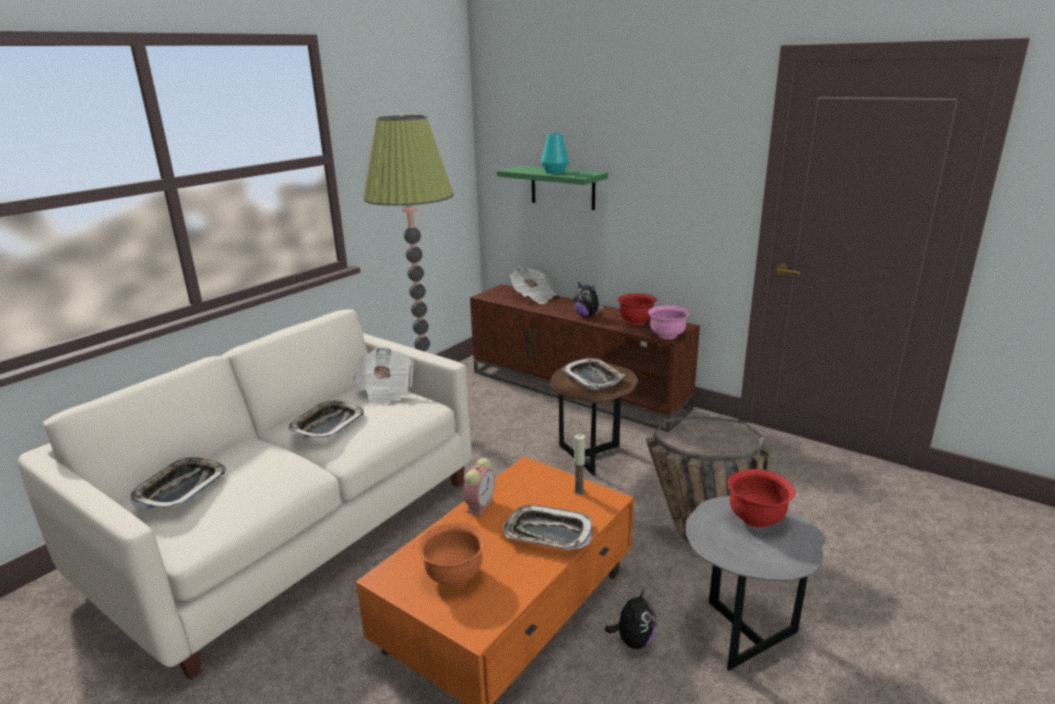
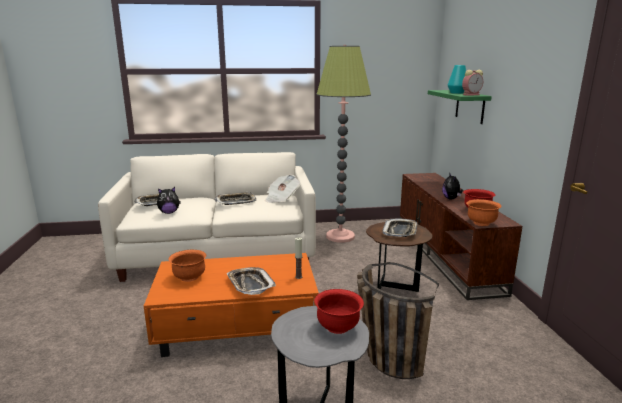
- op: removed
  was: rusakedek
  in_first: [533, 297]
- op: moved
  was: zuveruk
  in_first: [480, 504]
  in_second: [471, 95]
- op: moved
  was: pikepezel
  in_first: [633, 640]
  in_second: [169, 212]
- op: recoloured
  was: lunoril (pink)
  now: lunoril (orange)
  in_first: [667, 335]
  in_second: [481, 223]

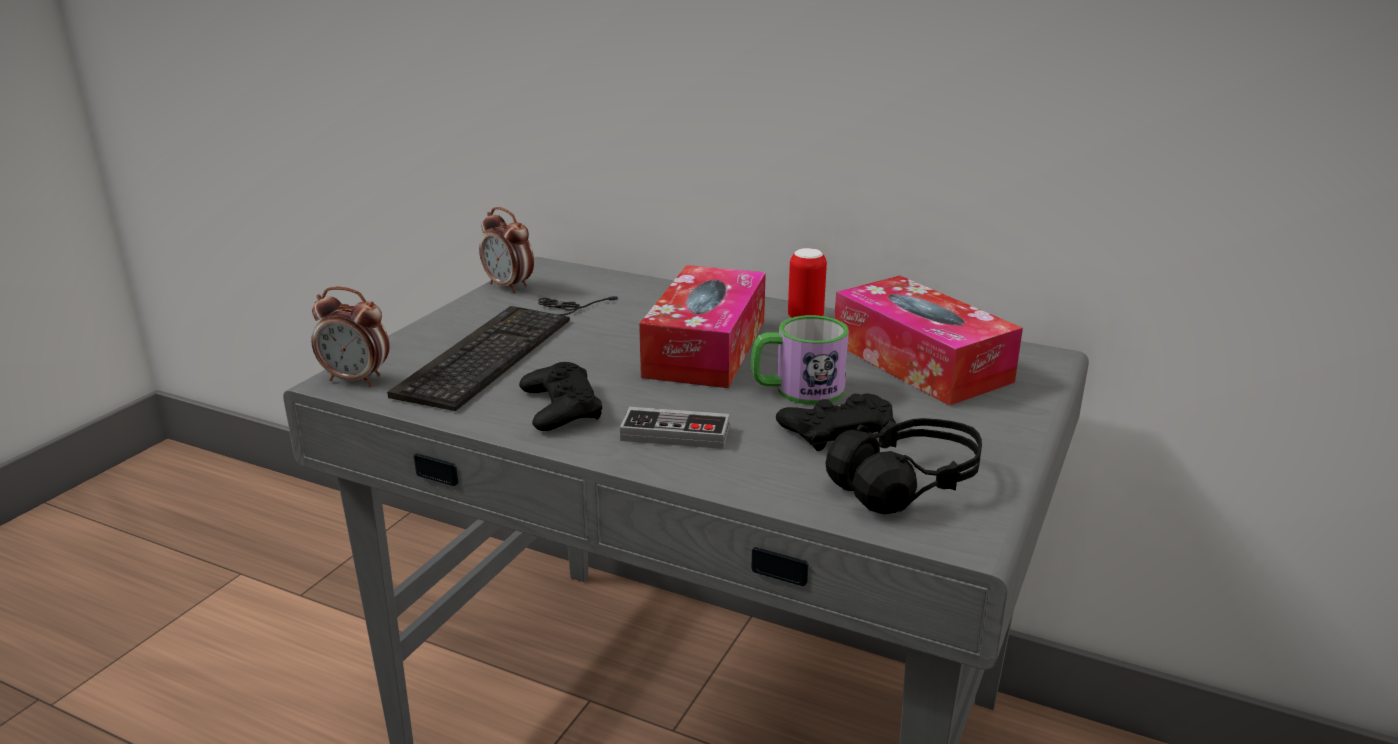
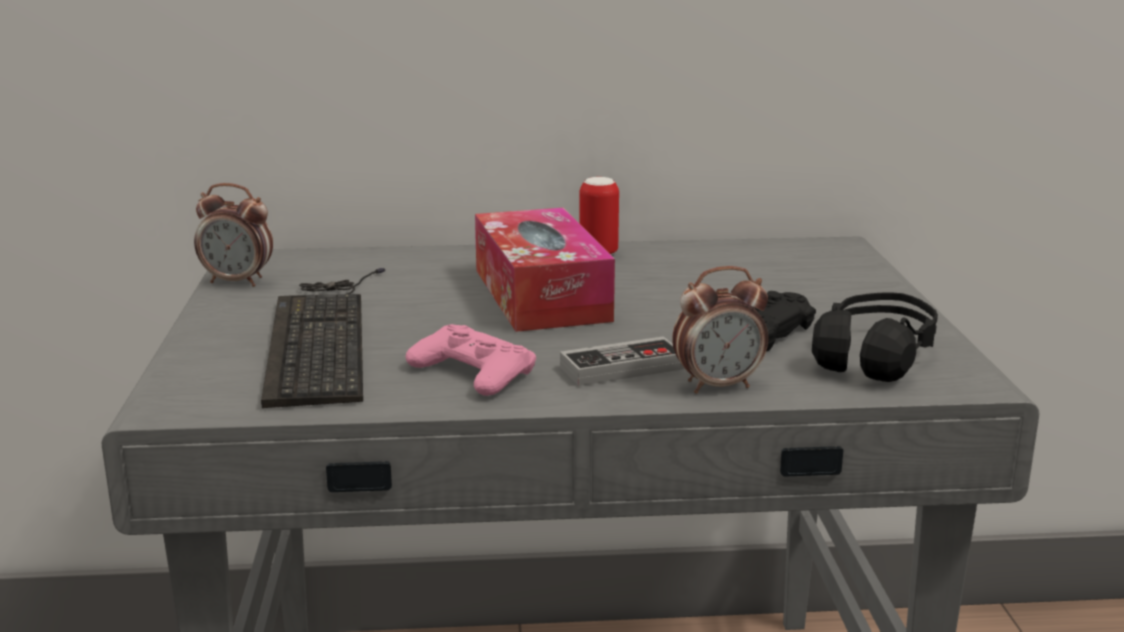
- op: removed
  was: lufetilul
  in_first: [797, 390]
- op: removed
  was: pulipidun
  in_first: [920, 362]
- op: moved
  was: zuveruk
  in_first: [357, 380]
  in_second: [718, 386]
- op: recoloured
  was: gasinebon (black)
  now: gasinebon (pink)
  in_first: [560, 407]
  in_second: [472, 373]

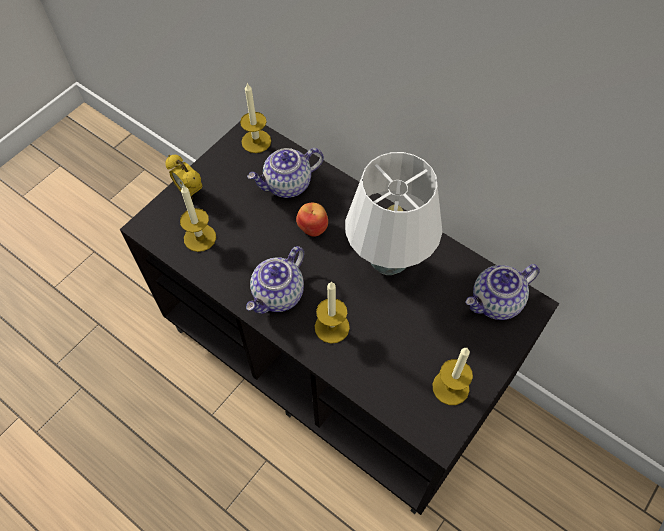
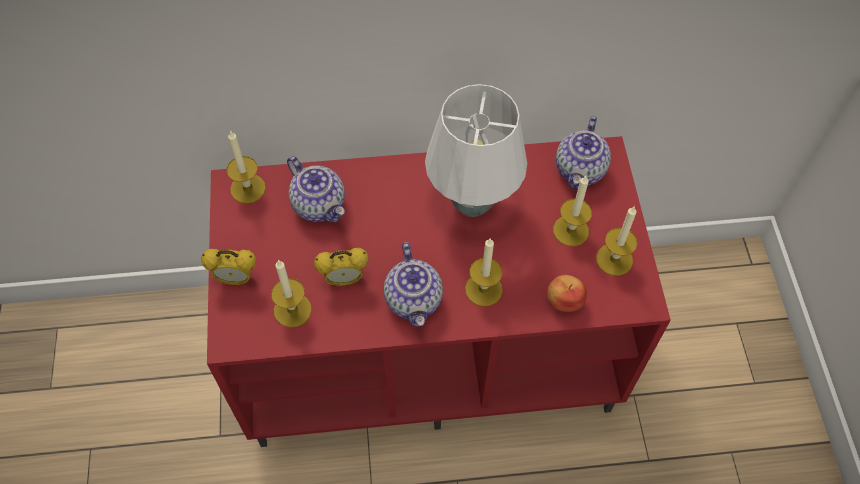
- op: added
  now: zuveruk
  in_second: [344, 279]
- op: added
  now: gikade
  in_second: [570, 230]
- op: moved
  was: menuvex
  in_first: [313, 227]
  in_second: [564, 301]
- op: recoloured
  was: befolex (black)
  now: befolex (red)
  in_first: [336, 360]
  in_second: [431, 348]
- op: turned
  was: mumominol
  in_first: [287, 185]
  in_second: [320, 205]
  clockwise: -60

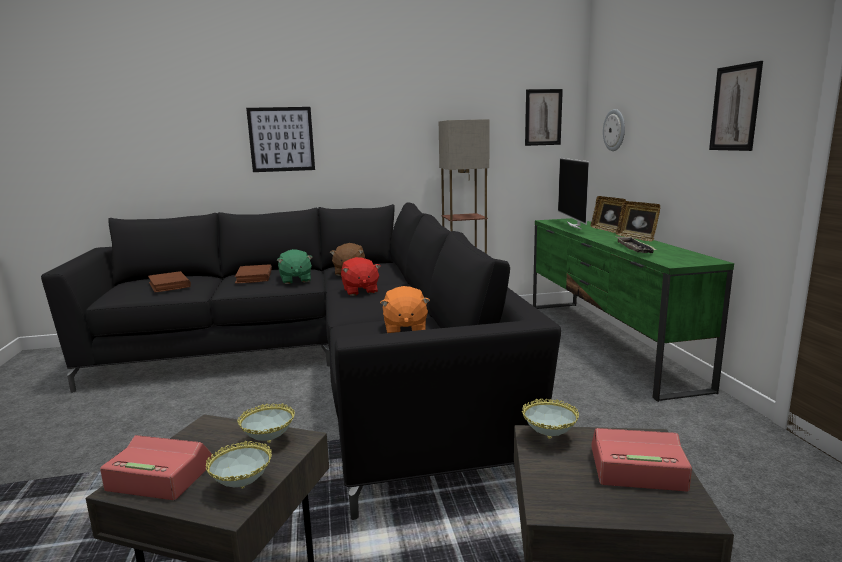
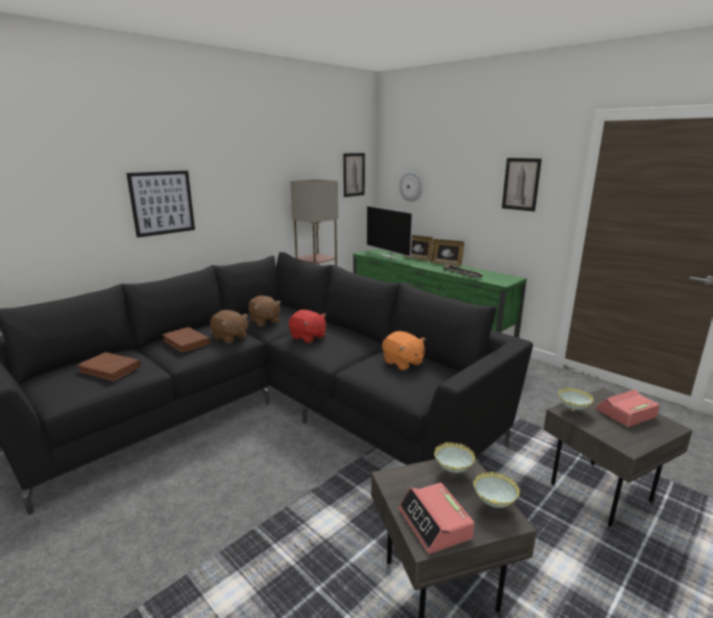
- op: recoloured
  was: pikepezel (green)
  now: pikepezel (brown)
  in_first: [295, 280]
  in_second: [230, 337]
- op: turned
  was: zuveruk
  in_first: [160, 476]
  in_second: [435, 524]
  clockwise: -90

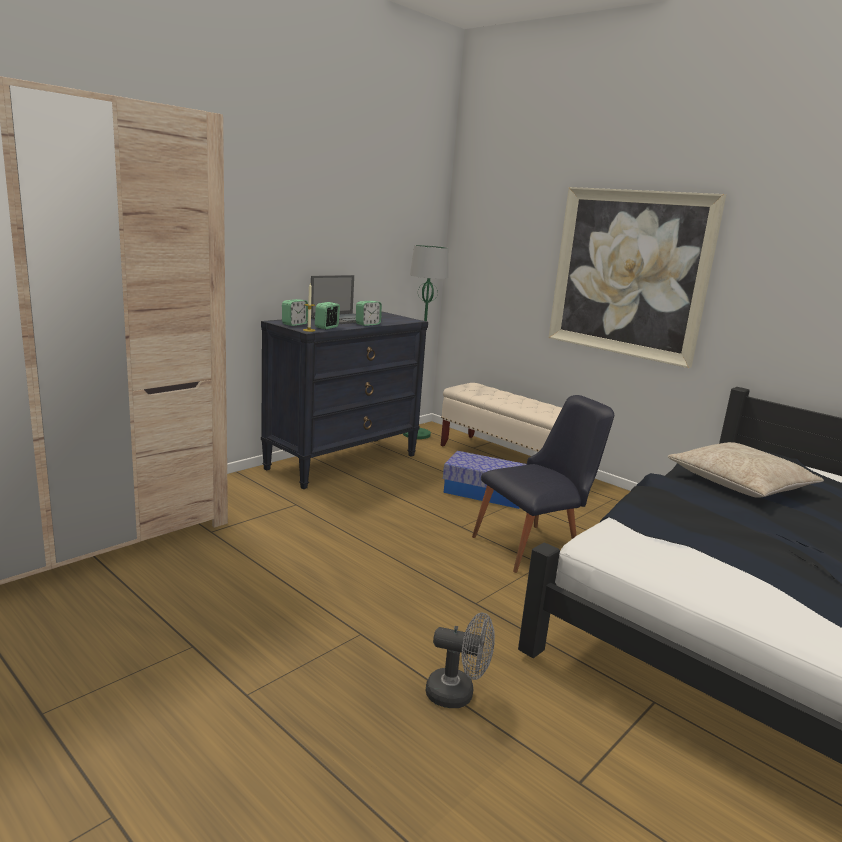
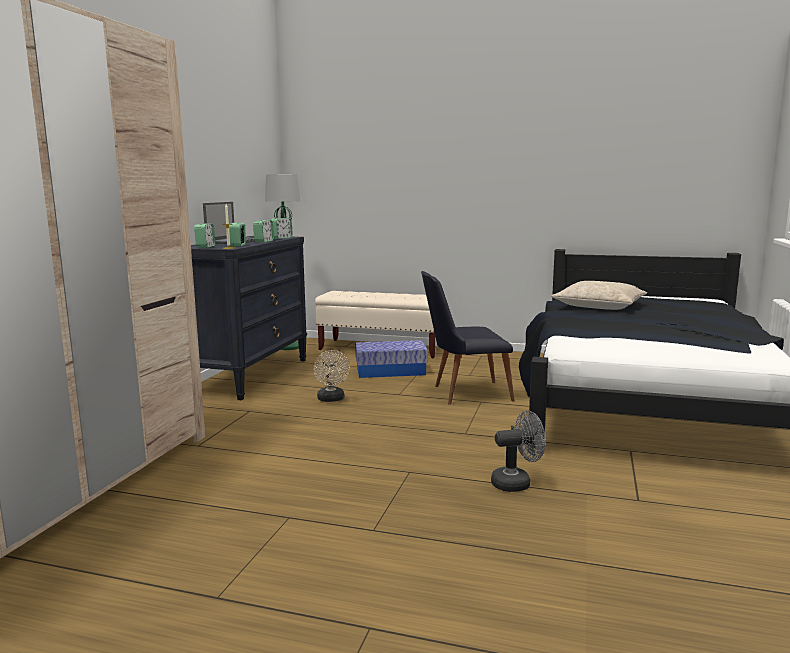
- op: removed
  was: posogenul
  in_first: [629, 273]
- op: added
  now: zuveruk
  in_second: [281, 238]
- op: added
  now: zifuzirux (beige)
  in_second: [331, 399]
- op: turned
  was: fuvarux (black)
  in_first: [535, 546]
  in_second: [464, 393]
  clockwise: -135

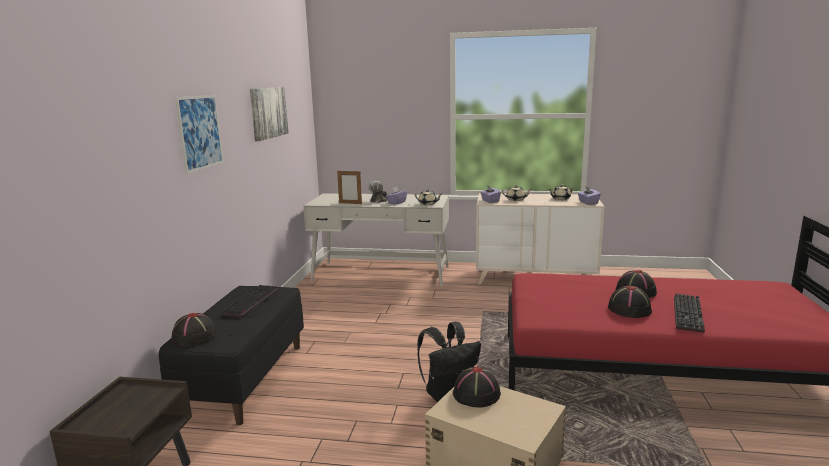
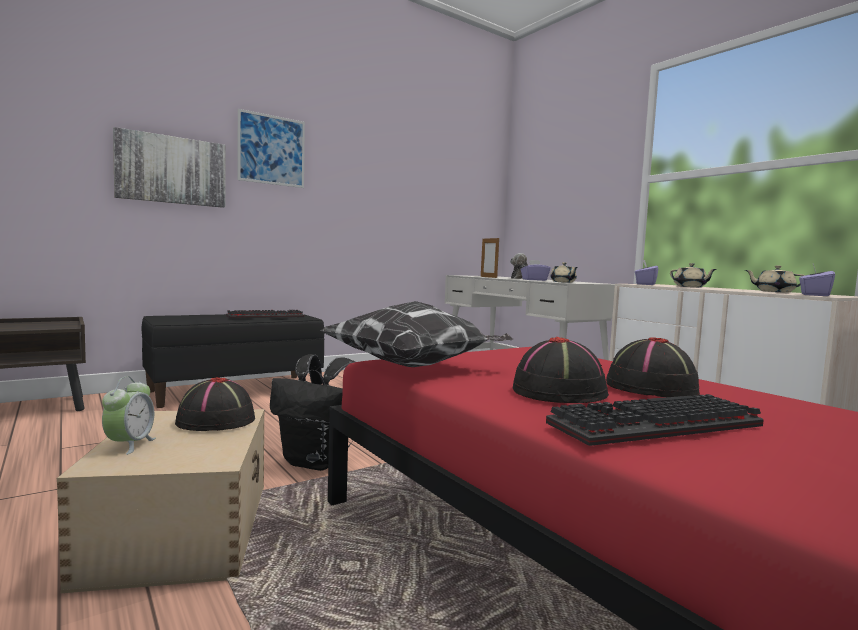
- op: removed
  was: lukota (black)
  in_first: [194, 337]
- op: added
  now: zuveruk
  in_second: [129, 445]
- op: added
  now: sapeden
  in_second: [415, 367]
- op: moved
  was: posogenul
  in_first: [268, 112]
  in_second: [171, 170]

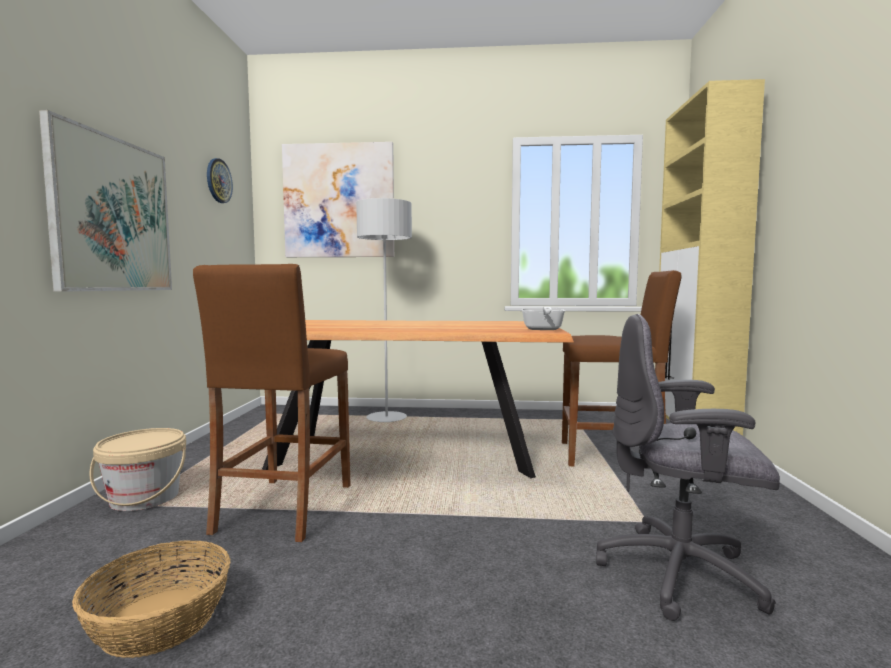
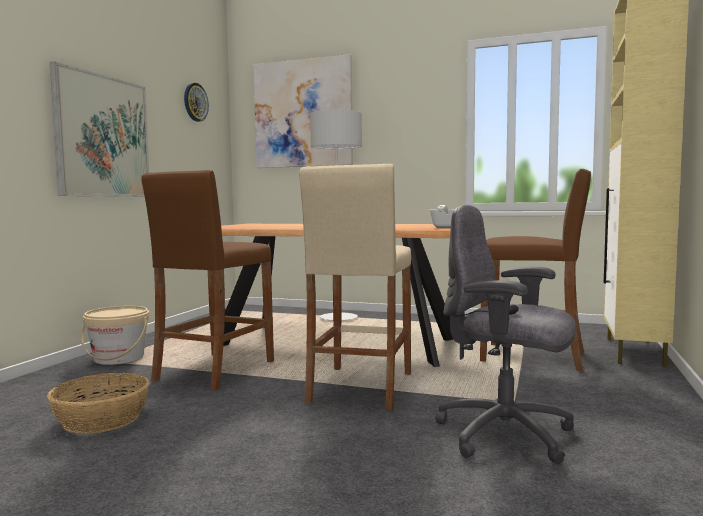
- op: added
  now: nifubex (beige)
  in_second: [360, 387]

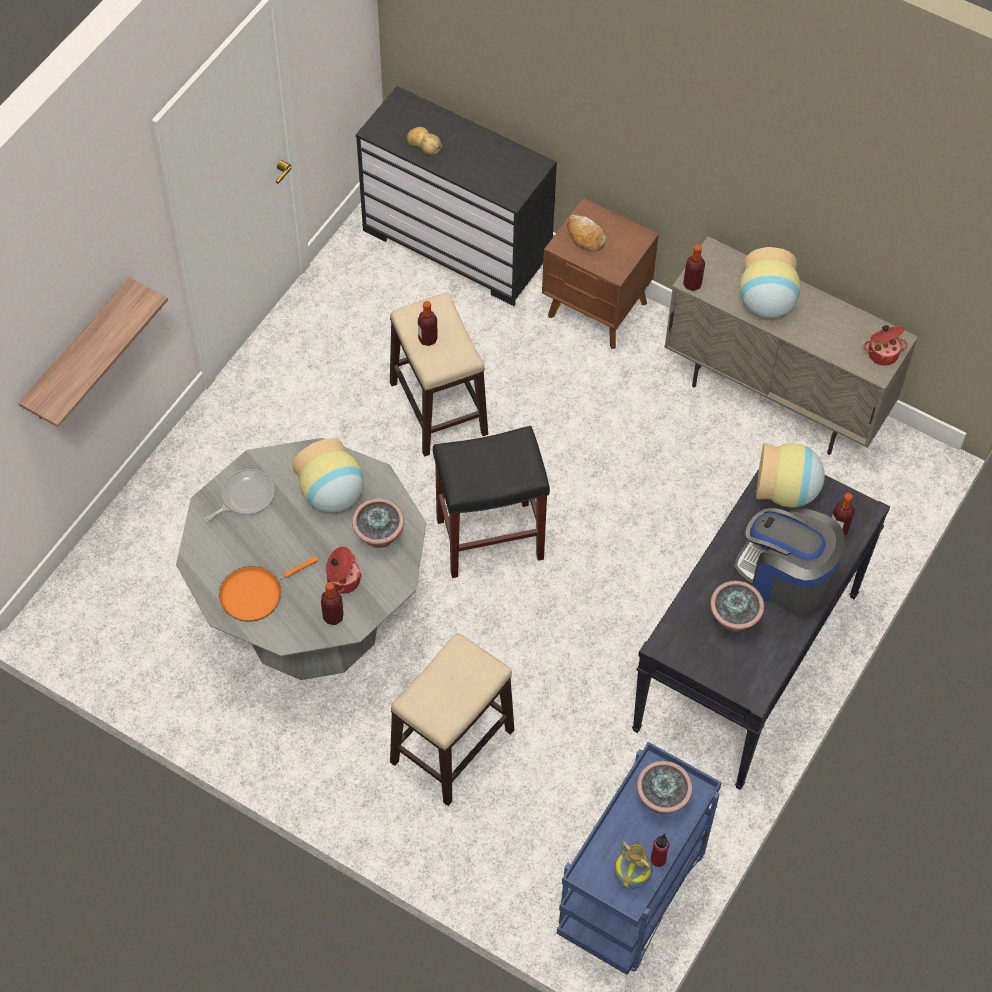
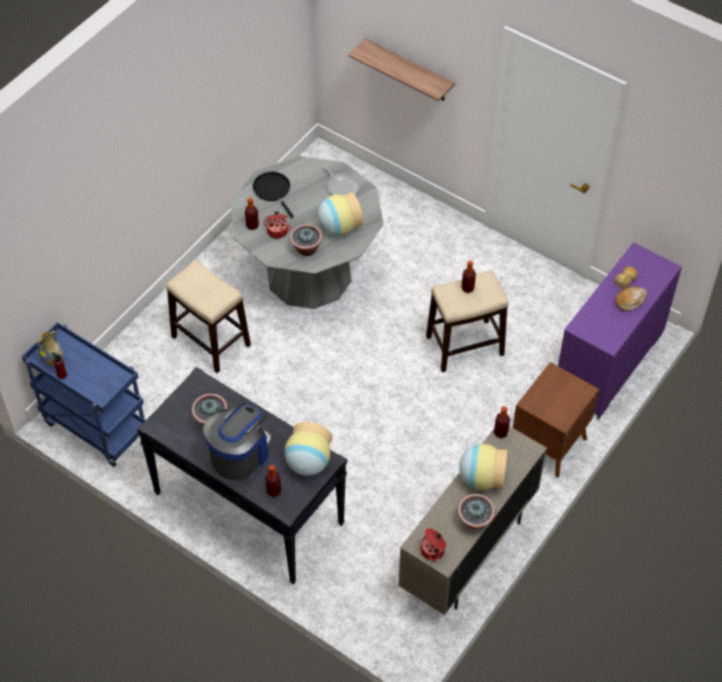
- op: removed
  was: nifubex (black)
  in_first: [491, 538]
- op: moved
  was: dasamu
  in_first: [584, 237]
  in_second: [630, 301]
- op: moved
  was: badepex
  in_first: [662, 799]
  in_second: [475, 521]
- op: recoloured
  was: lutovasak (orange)
  now: lutovasak (black)
  in_first: [255, 594]
  in_second: [273, 190]
- op: recoloured
  was: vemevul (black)
  now: vemevul (purple)
  in_first: [457, 243]
  in_second: [609, 364]

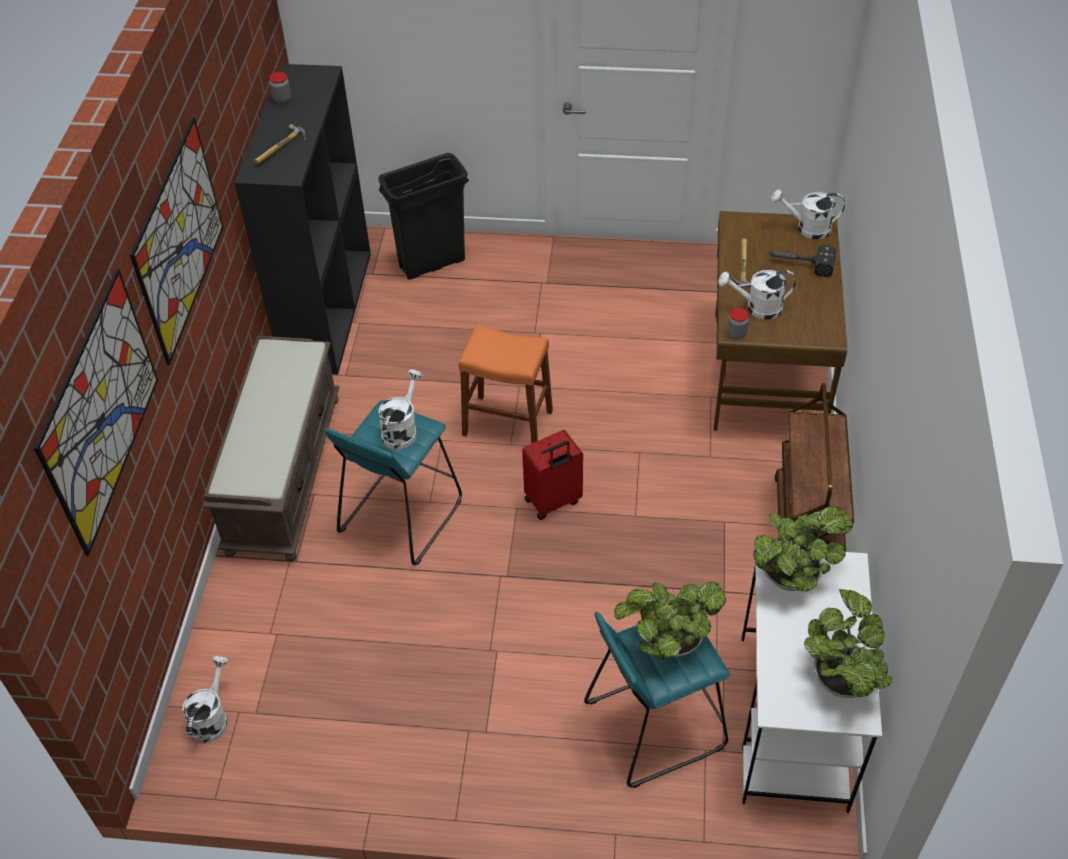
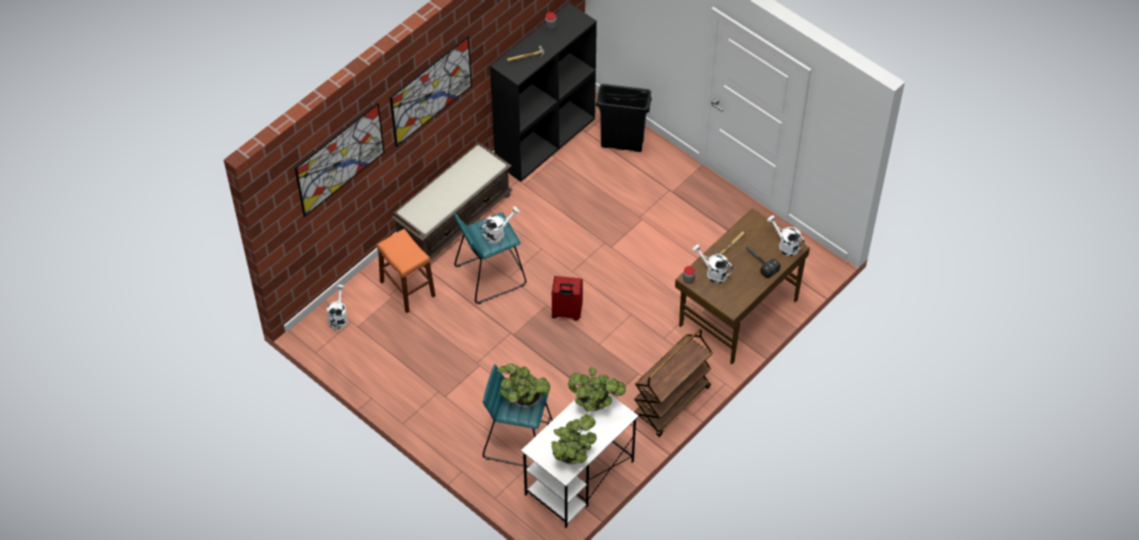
- op: moved
  was: nifubex (orange)
  in_first: [507, 423]
  in_second: [407, 289]
- op: turned
  was: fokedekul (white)
  in_first: [212, 718]
  in_second: [338, 317]
  clockwise: -45

